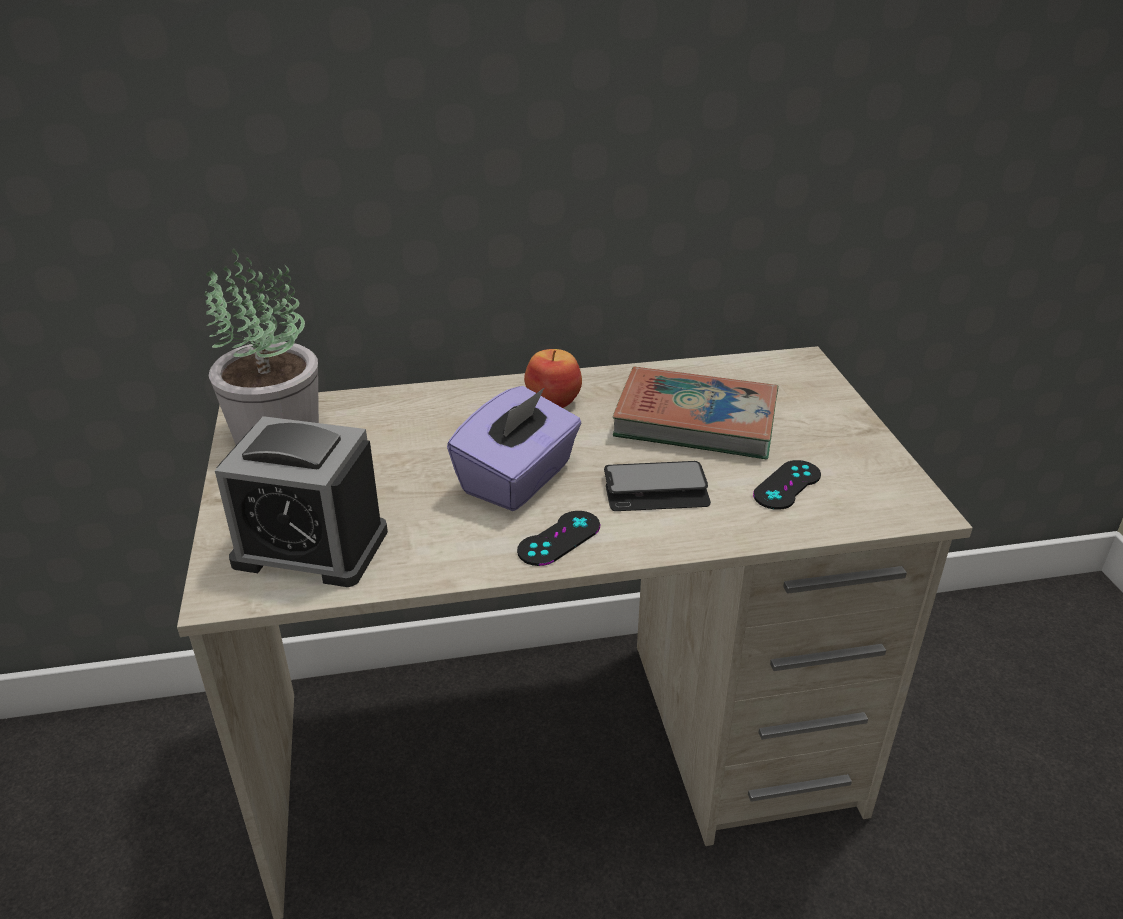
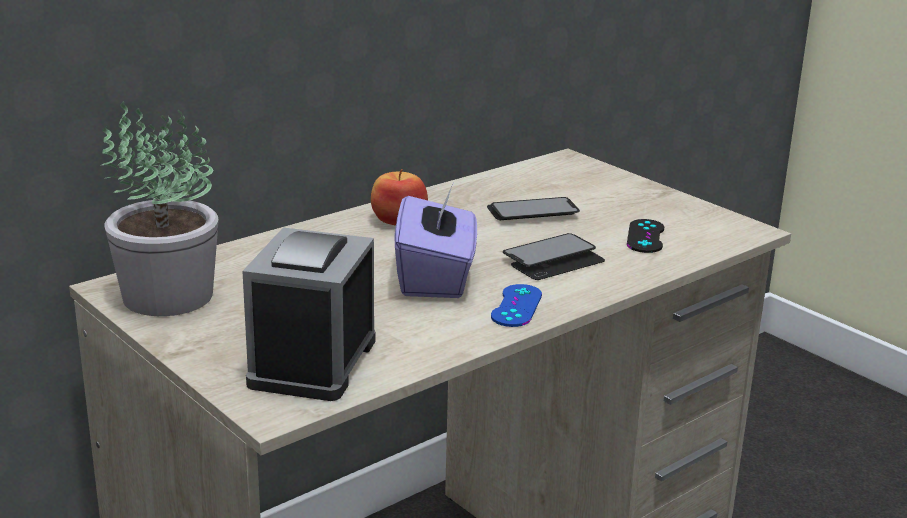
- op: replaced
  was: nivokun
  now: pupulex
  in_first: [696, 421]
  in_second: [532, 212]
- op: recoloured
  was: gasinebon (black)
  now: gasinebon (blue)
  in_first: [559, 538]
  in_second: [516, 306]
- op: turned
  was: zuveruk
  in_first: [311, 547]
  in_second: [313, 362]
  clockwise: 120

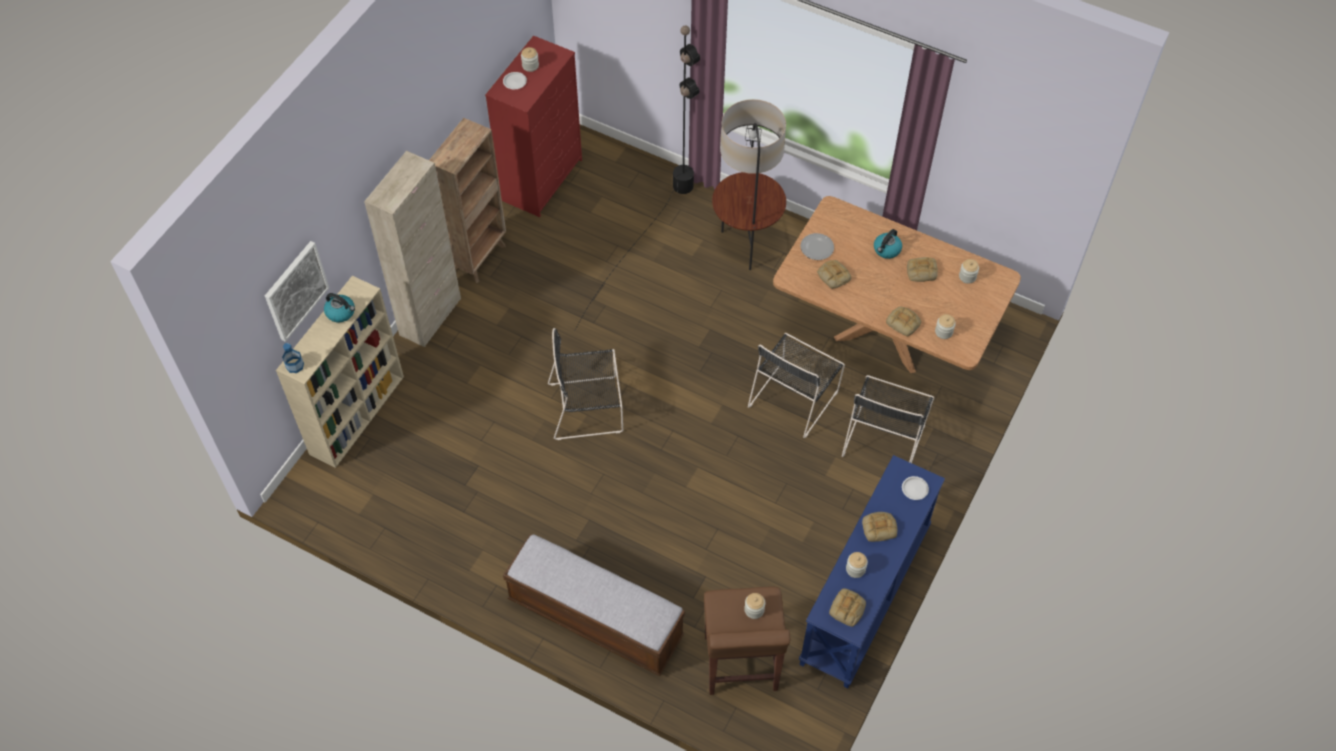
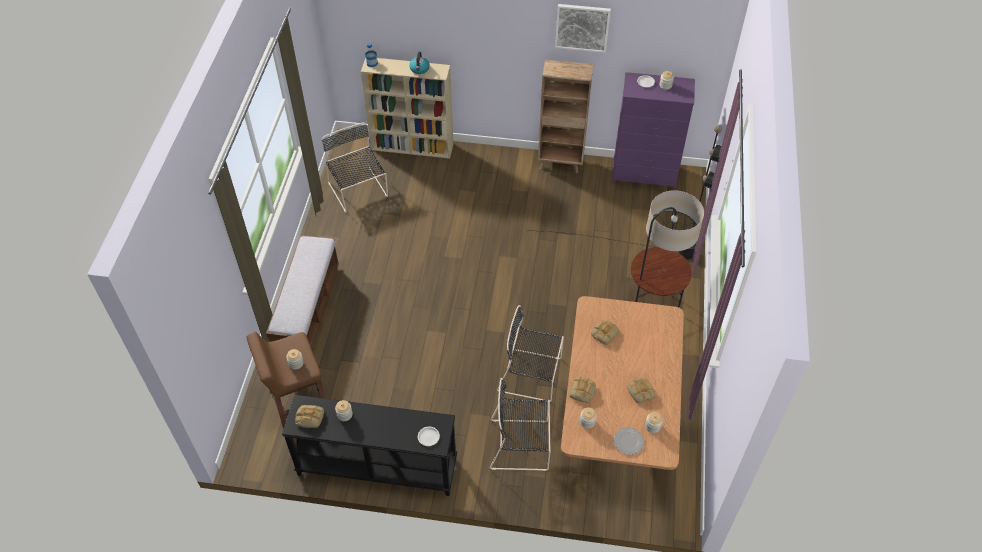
- op: removed
  was: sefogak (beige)
  in_first: [430, 317]
- op: removed
  was: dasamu
  in_first: [879, 527]
- op: removed
  was: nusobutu
  in_first: [886, 250]
- op: moved
  was: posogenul
  in_first: [295, 290]
  in_second: [582, 27]
- op: moved
  was: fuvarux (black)
  in_first: [588, 407]
  in_second: [358, 191]
- op: moved
  was: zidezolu
  in_first: [817, 247]
  in_second: [629, 441]
- op: recoloured
  was: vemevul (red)
  now: vemevul (purple)
  in_first: [542, 179]
  in_second: [644, 174]
- op: recoloured
  was: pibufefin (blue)
  now: pibufefin (black)
  in_first: [865, 596]
  in_second: [376, 467]

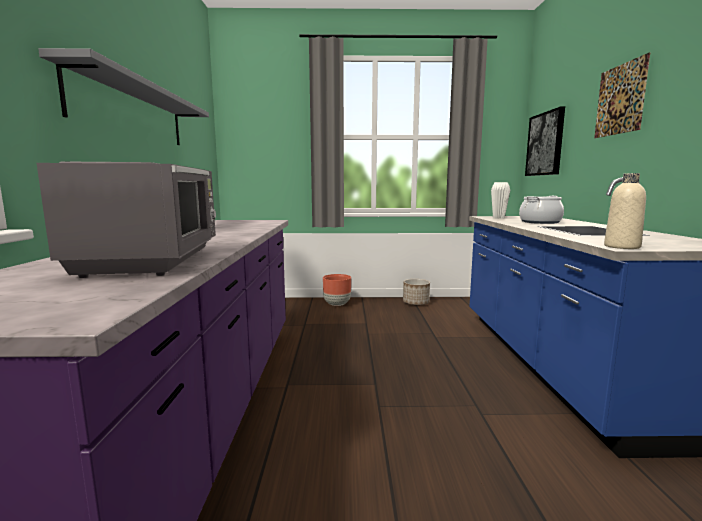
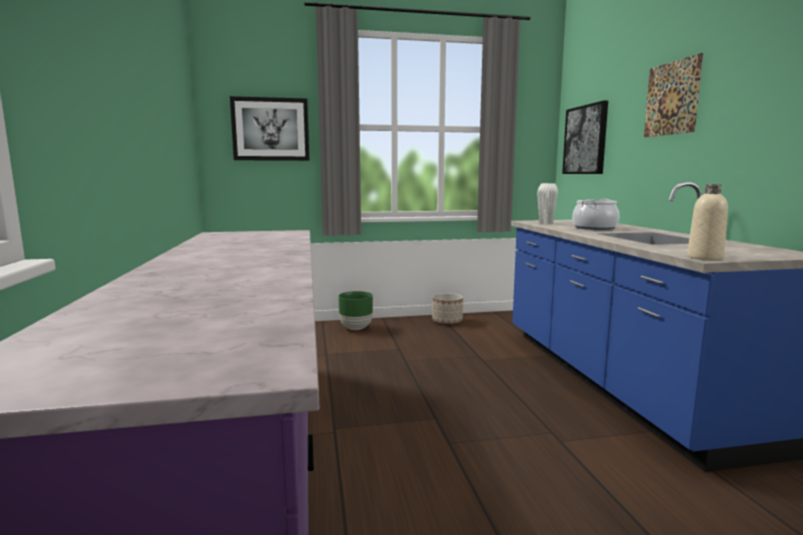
- op: removed
  was: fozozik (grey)
  in_first: [154, 261]
- op: removed
  was: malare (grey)
  in_first: [133, 112]
- op: added
  now: posogenul
  in_second: [270, 129]
- op: recoloured
  was: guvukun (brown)
  now: guvukun (green)
  in_first: [337, 304]
  in_second: [356, 328]

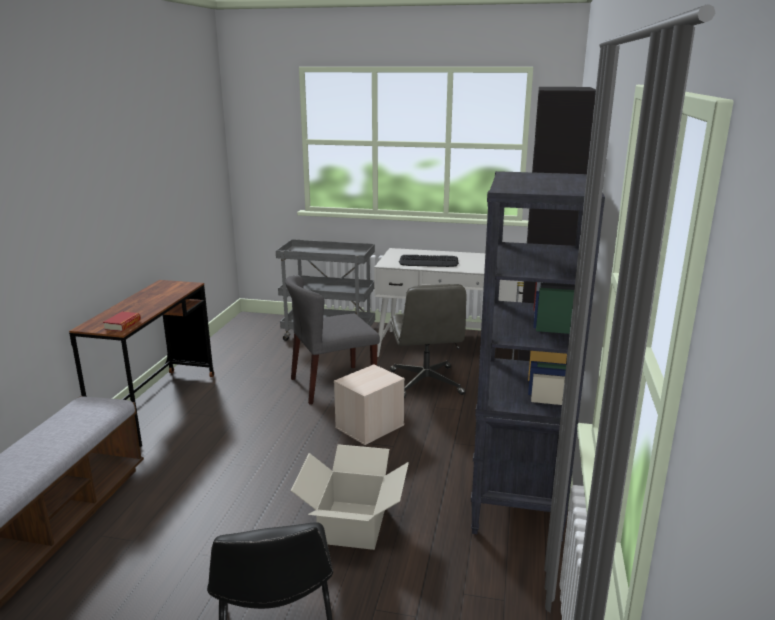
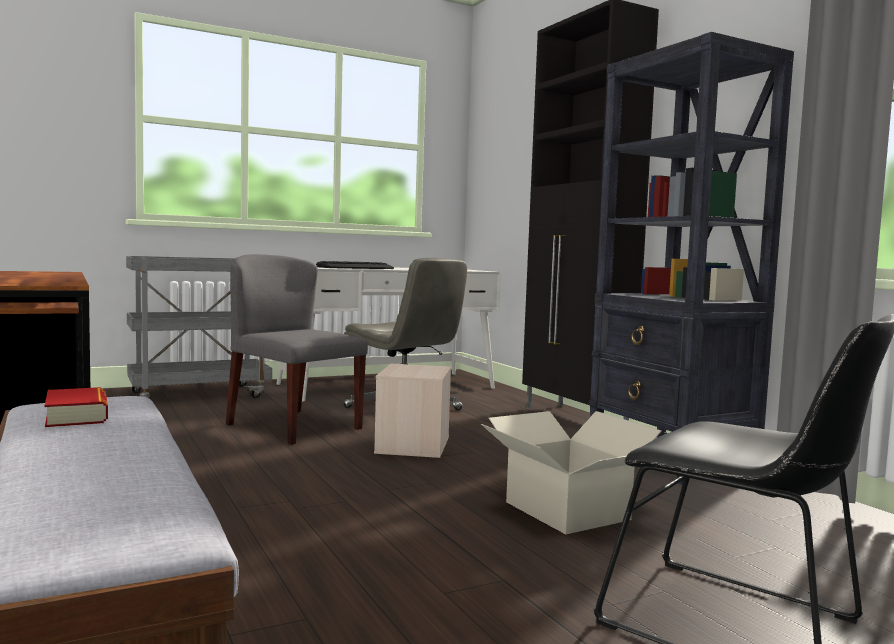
- op: moved
  was: nivokun
  in_first: [123, 325]
  in_second: [77, 416]
- op: turned
  was: fuvarux (grey)
  in_first: [332, 384]
  in_second: [293, 426]
  clockwise: 105

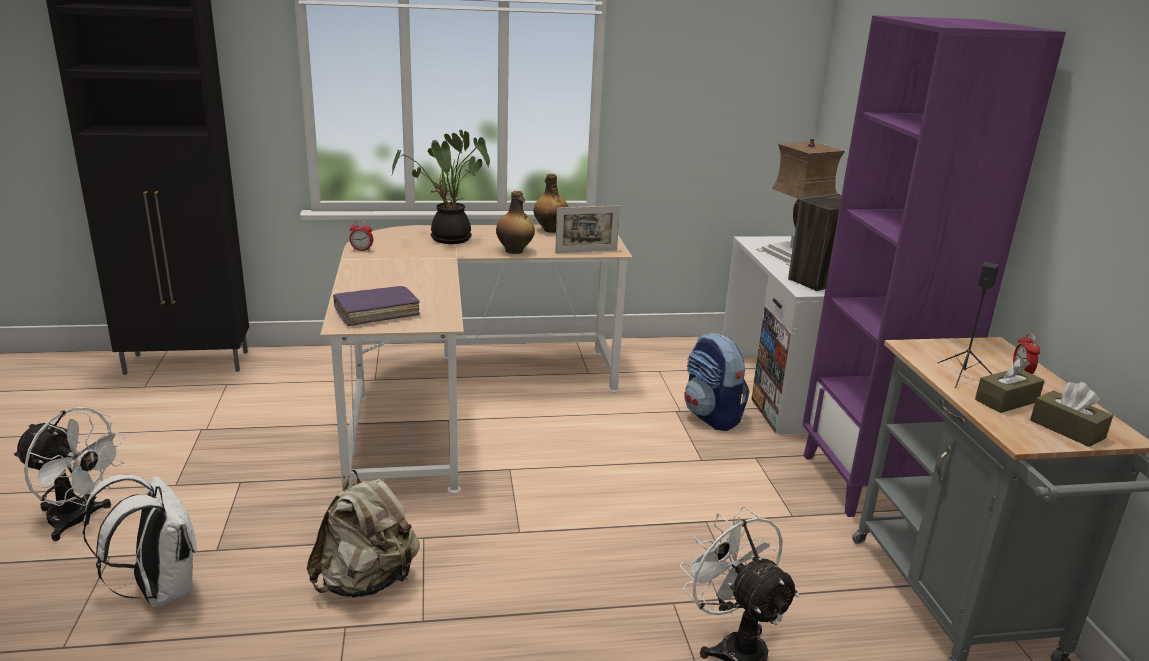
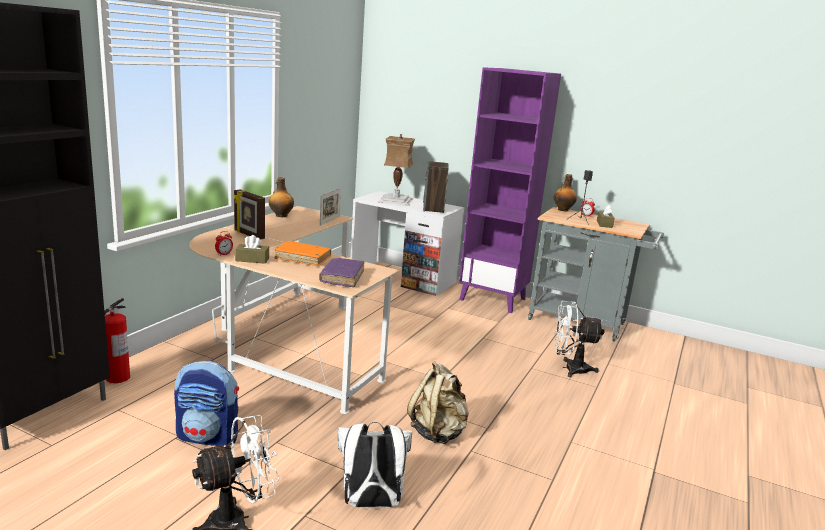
- op: added
  now: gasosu
  in_second: [117, 378]
- op: added
  now: nivokun (orange)
  in_second: [303, 258]
- op: moved
  was: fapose
  in_first: [515, 251]
  in_second: [563, 210]
- op: moved
  was: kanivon
  in_first: [712, 416]
  in_second: [209, 437]
- op: moved
  was: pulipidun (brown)
  in_first: [1067, 429]
  in_second: [252, 260]
- op: replaced
  was: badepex
  now: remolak
  in_first: [447, 239]
  in_second: [248, 235]

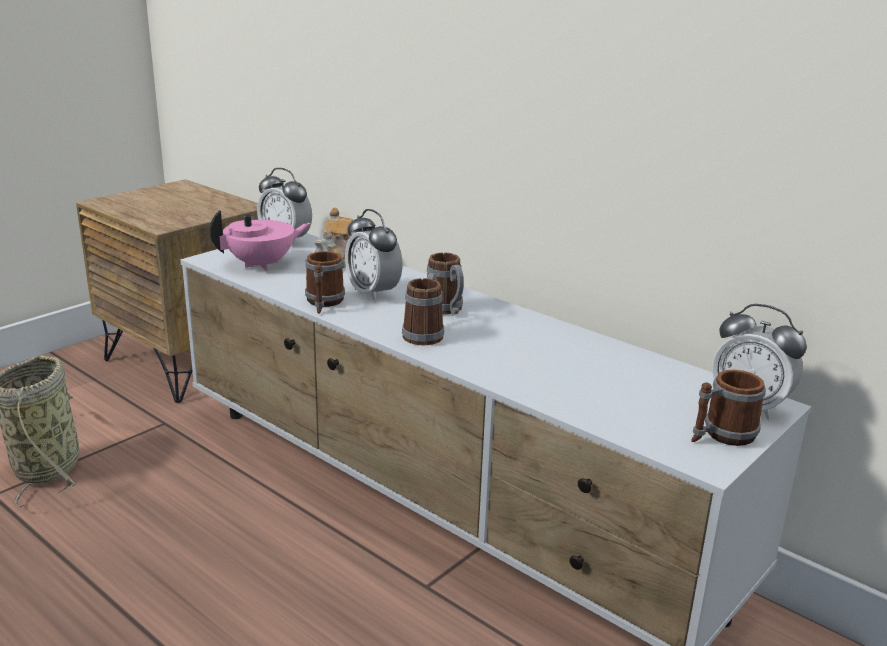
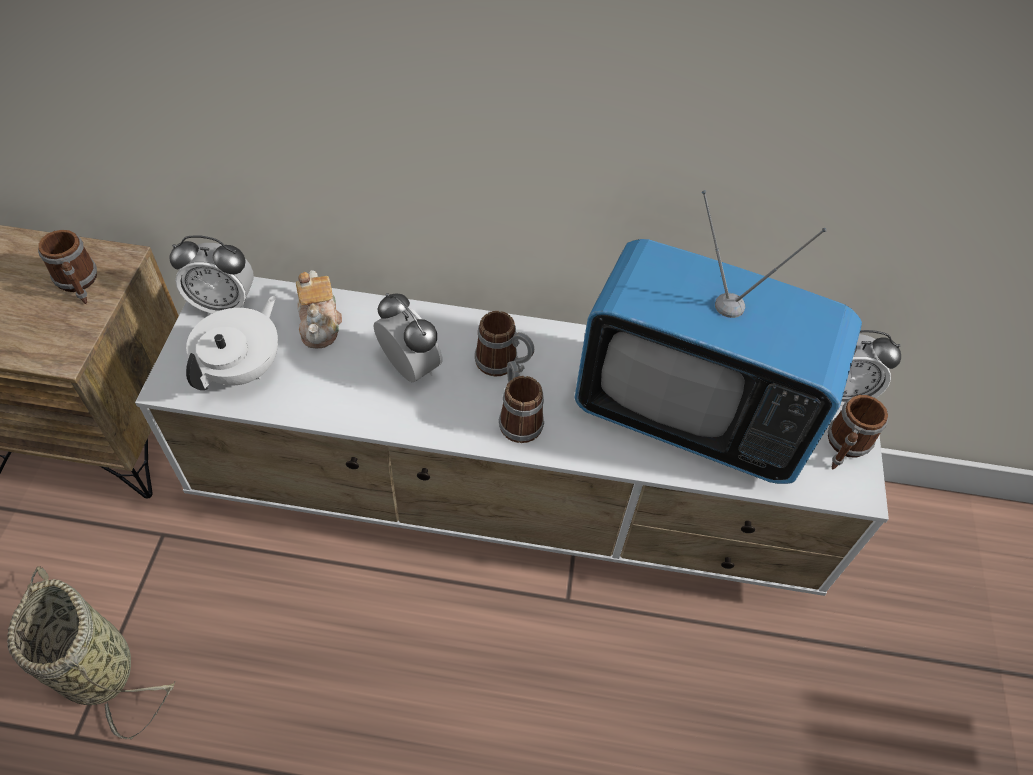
- op: added
  now: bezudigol
  in_second: [691, 414]
- op: moved
  was: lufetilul
  in_first: [323, 303]
  in_second: [79, 284]
- op: recoloured
  was: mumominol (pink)
  now: mumominol (white)
  in_first: [262, 265]
  in_second: [243, 368]
- op: turned
  was: zuveruk
  in_first: [373, 293]
  in_second: [410, 368]
  clockwise: -150

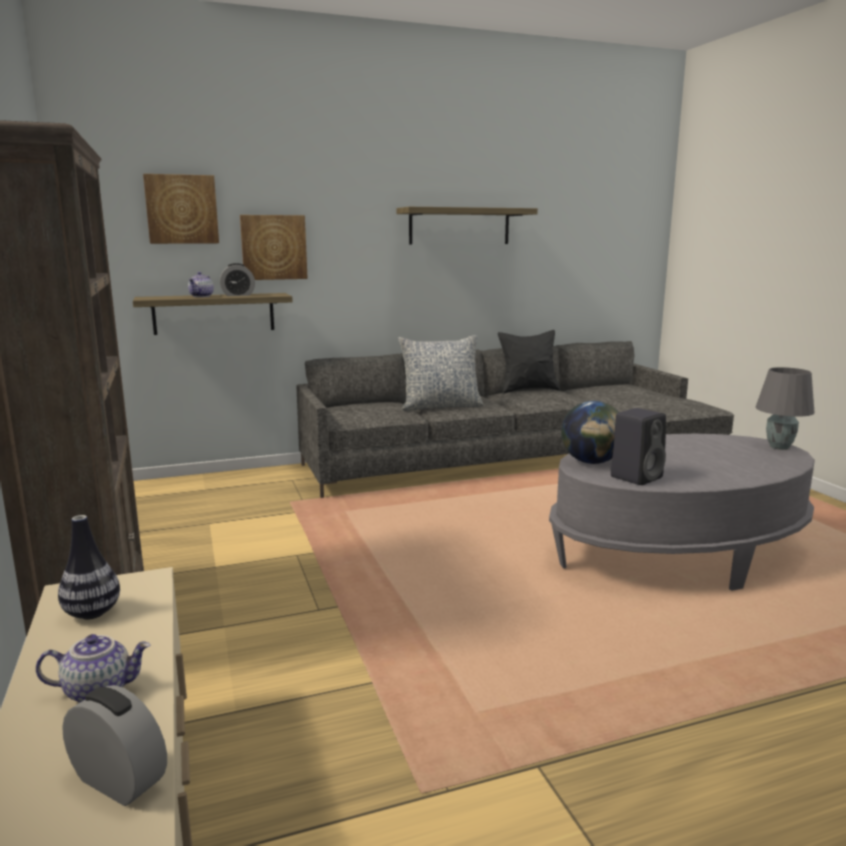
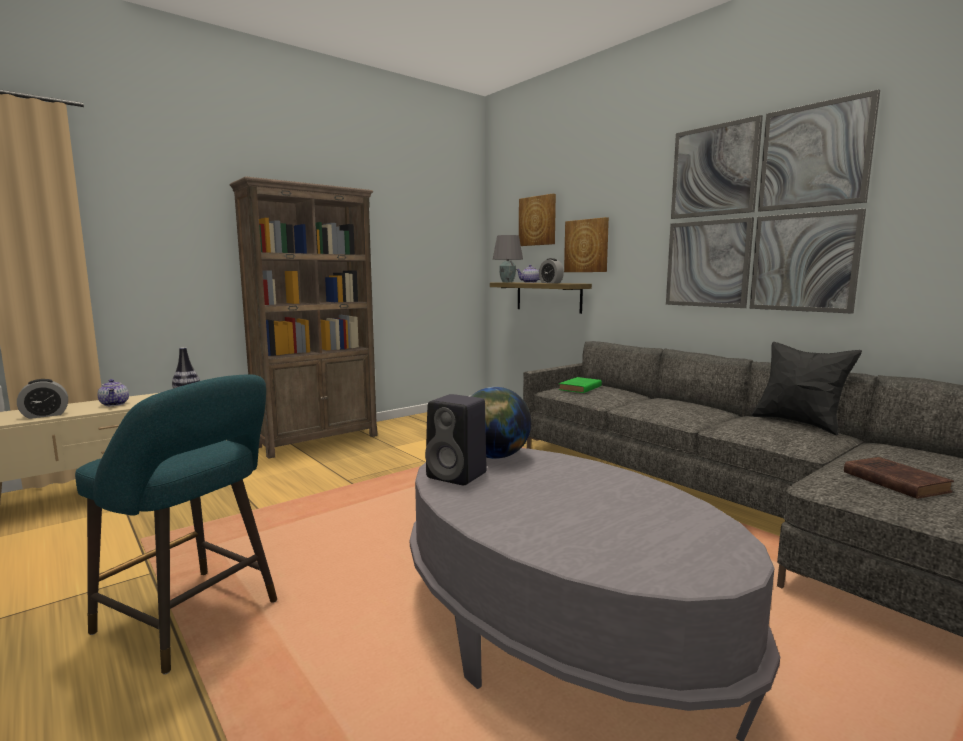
- op: removed
  was: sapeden
  in_first: [440, 406]
- op: added
  now: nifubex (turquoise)
  in_second: [194, 620]
- op: added
  now: nivokun (green)
  in_second: [579, 388]
- op: added
  now: nivokun (brown)
  in_second: [893, 481]
- op: moved
  was: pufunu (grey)
  in_first: [779, 447]
  in_second: [507, 282]
- op: replaced
  was: malare
  now: posogenul
  in_first: [459, 226]
  in_second: [757, 214]
- op: turned
  was: zuveruk
  in_first: [119, 780]
  in_second: [45, 415]
  clockwise: 45

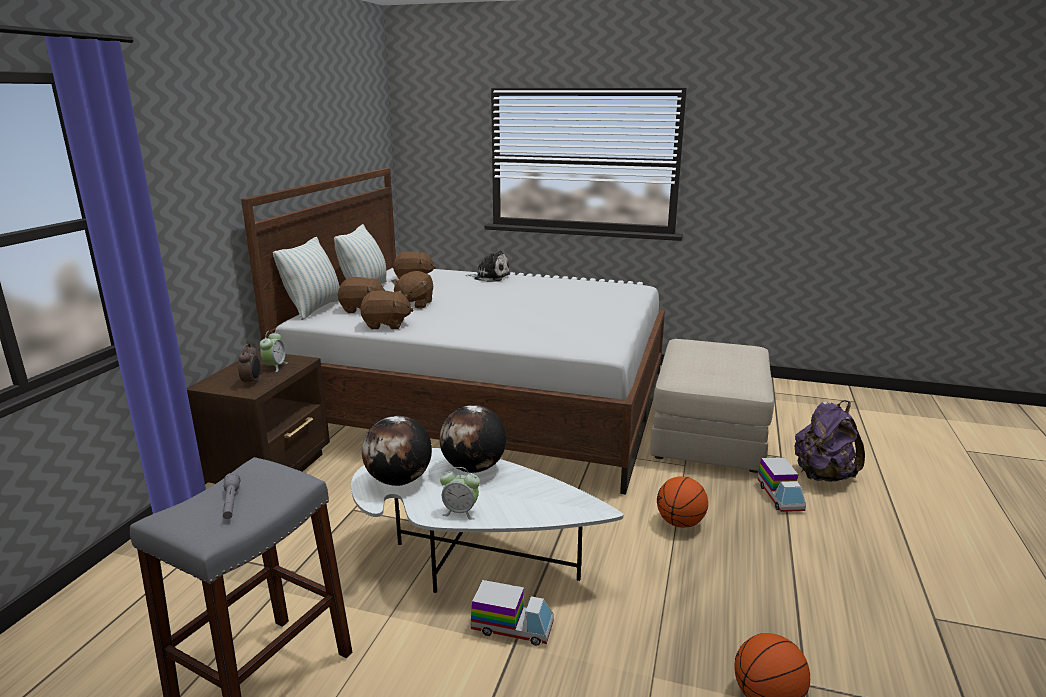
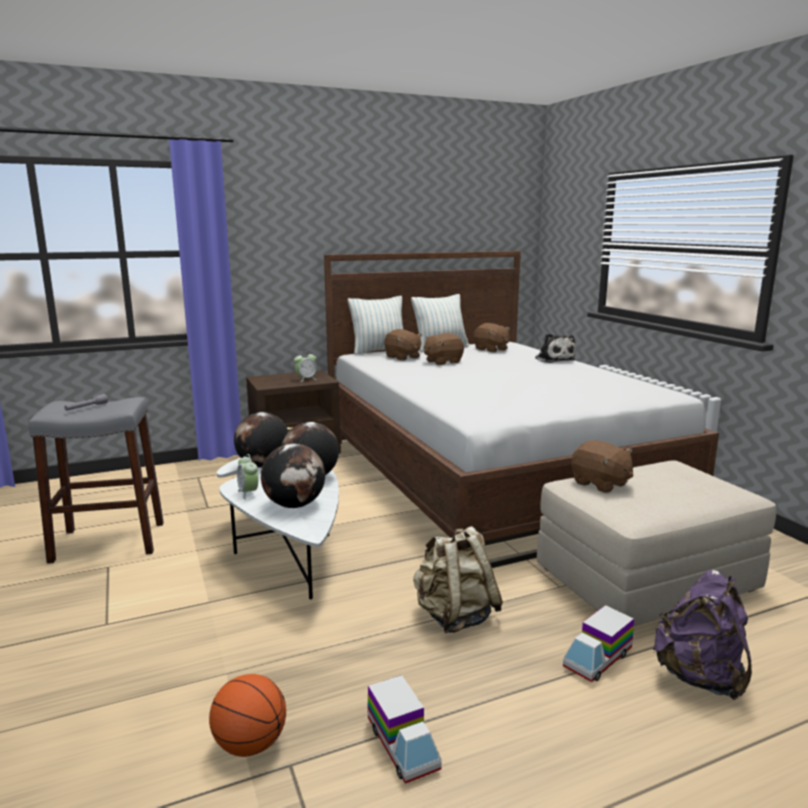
- op: removed
  was: zuveruk
  in_first: [252, 382]
- op: added
  now: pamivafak
  in_second: [295, 505]
- op: moved
  was: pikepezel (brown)
  in_first: [386, 325]
  in_second: [600, 484]
- op: moved
  was: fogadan
  in_first: [512, 627]
  in_second: [402, 745]
- op: replaced
  was: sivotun
  now: kanivon (beige)
  in_first: [680, 523]
  in_second: [454, 616]

